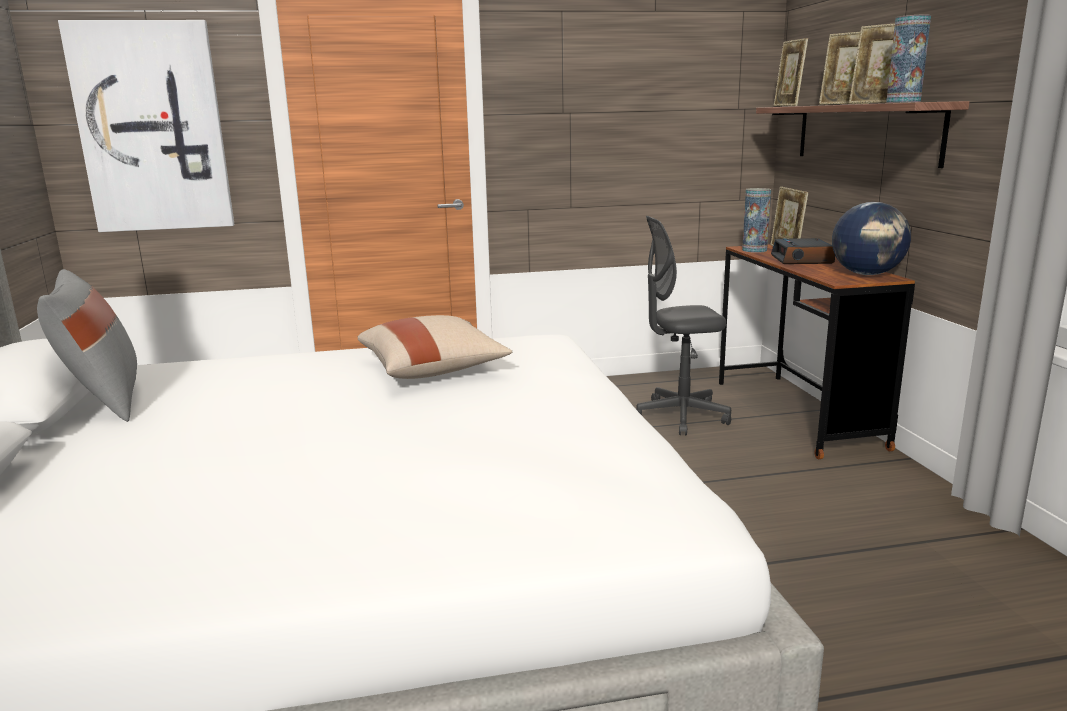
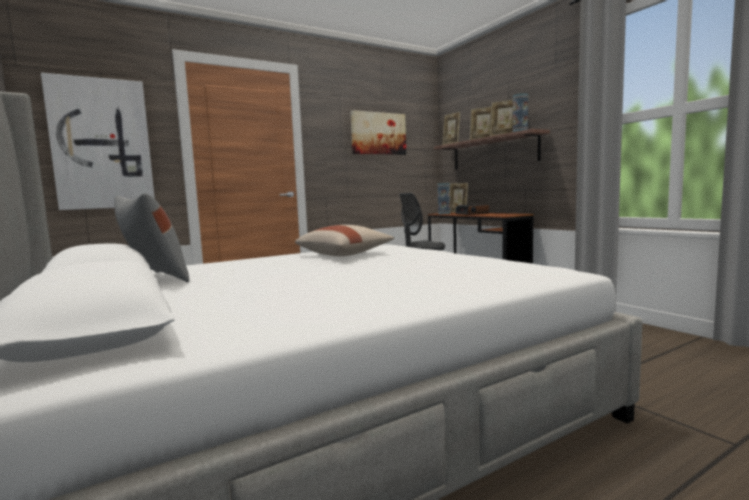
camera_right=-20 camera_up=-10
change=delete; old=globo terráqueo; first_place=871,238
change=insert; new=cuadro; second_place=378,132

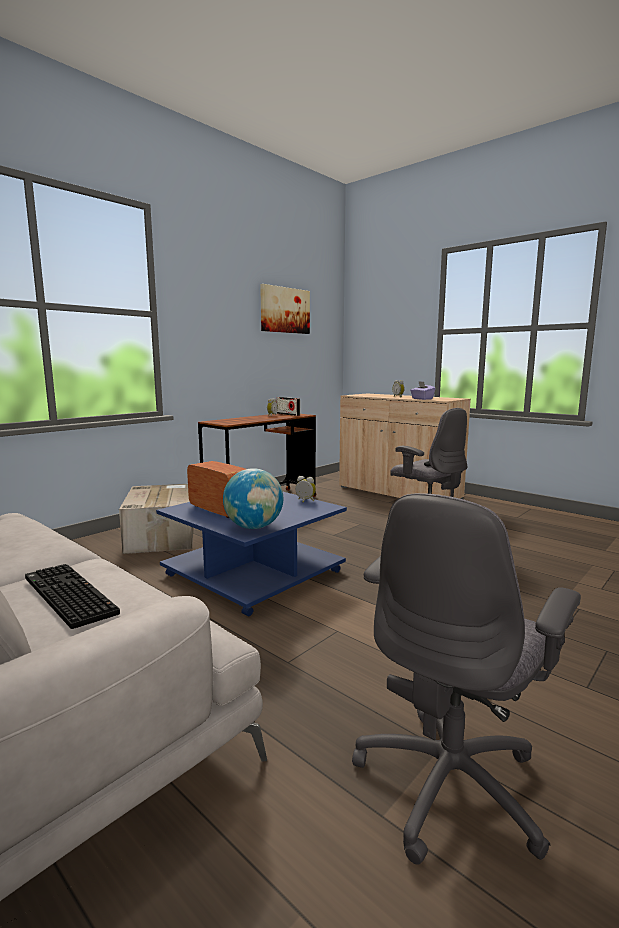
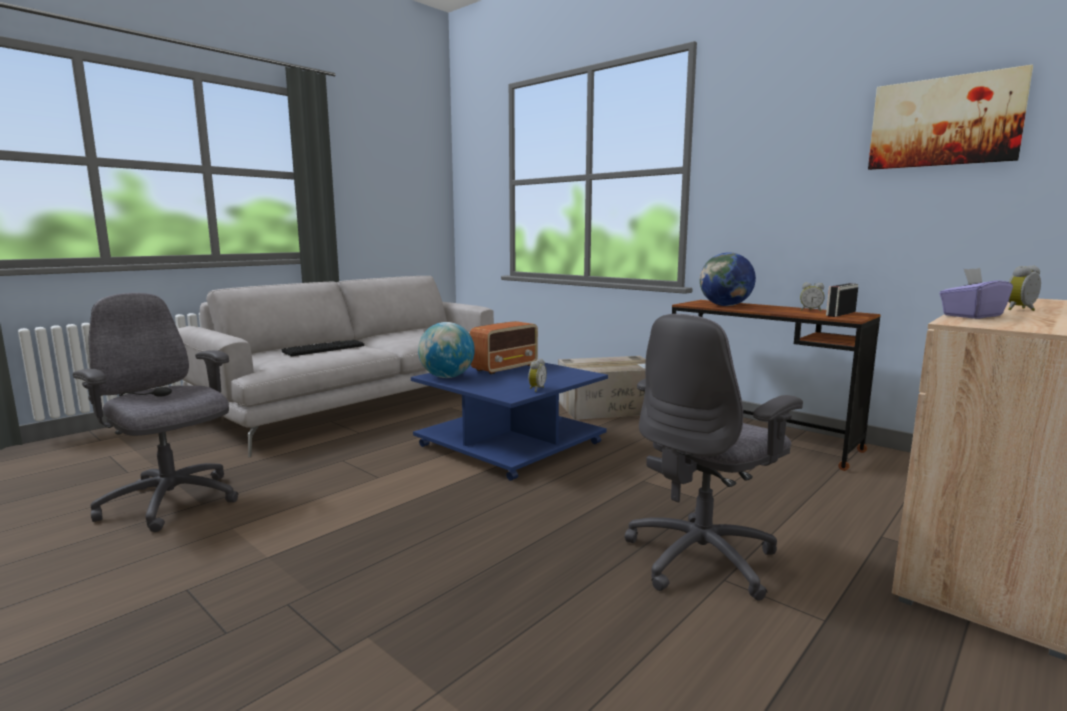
camera_right=90 camera_up=0
change=insert; new=globo terráqueo; second_place=728,279

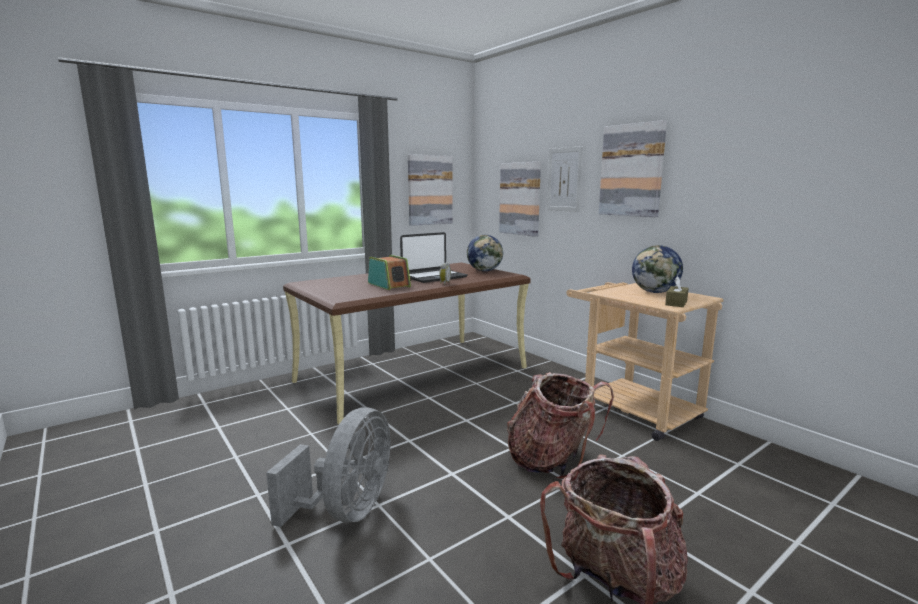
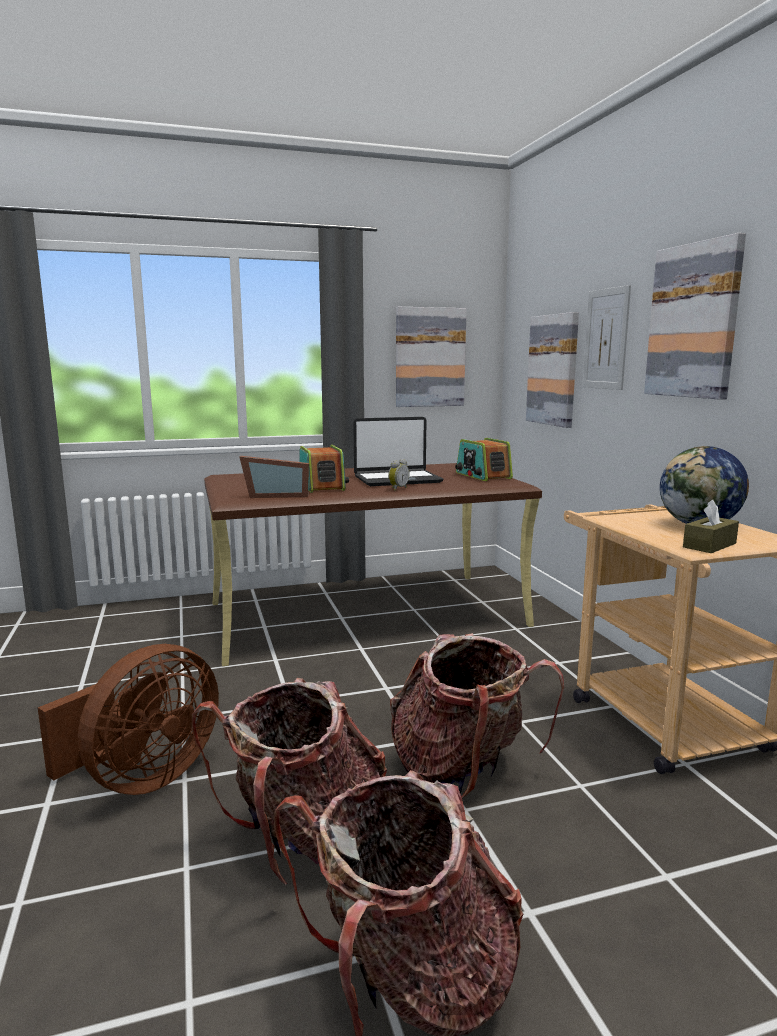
camera_right=20 camera_up=0
change=recolor; old=ventilador (gris); new=ventilador (marrón); first_place=328,467; second_place=128,719
change=replace; old=globo terráqueo; new=radio; first_place=485,253; second_place=484,459
change=insert; new=mochila; second_place=289,782
change=insert; new=portarretratos; second_place=274,477

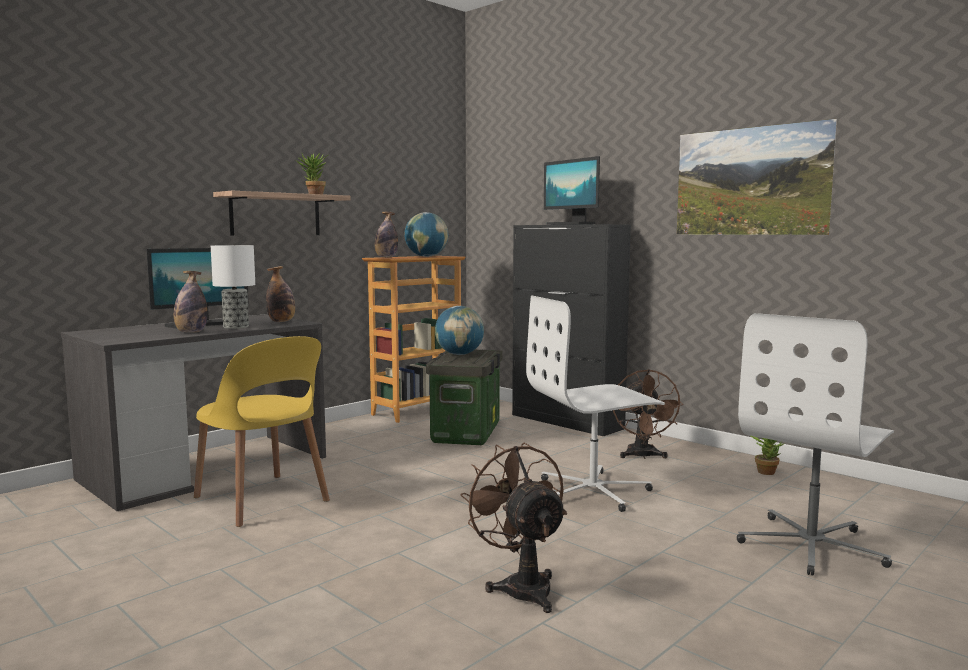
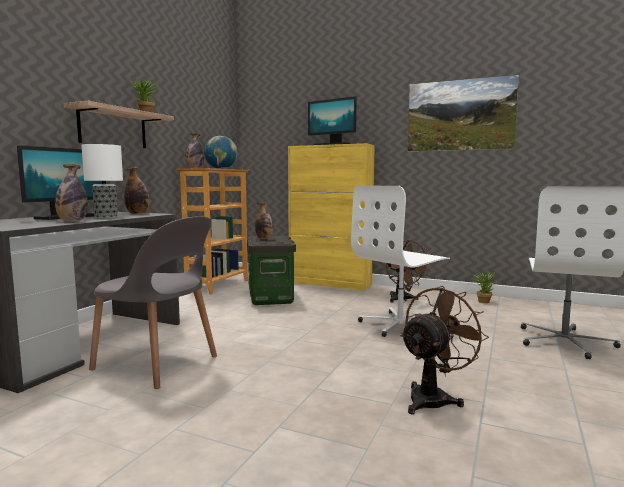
camera_right=-20 camera_up=0
change=recolor; old=silla (amarillo); new=silla (gris); first_place=262,431; second_place=153,302
change=replace; old=globo terráqueo; new=botella; first_place=459,330; second_place=264,220
change=rotate; old=ventilador (marrón); first_place=514,528; second_place=444,350; degrees=90
change=recolor; old=armario (negro); new=armario (amarillo); first_place=571,330; second_place=331,216

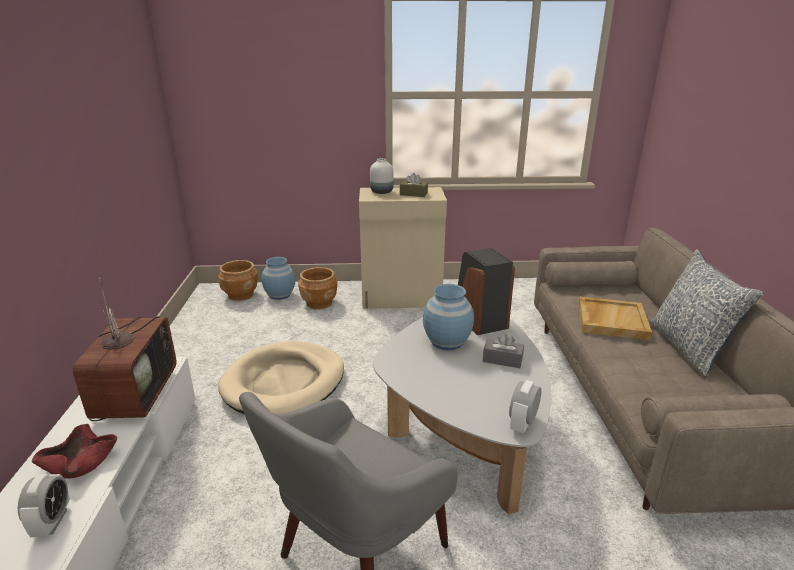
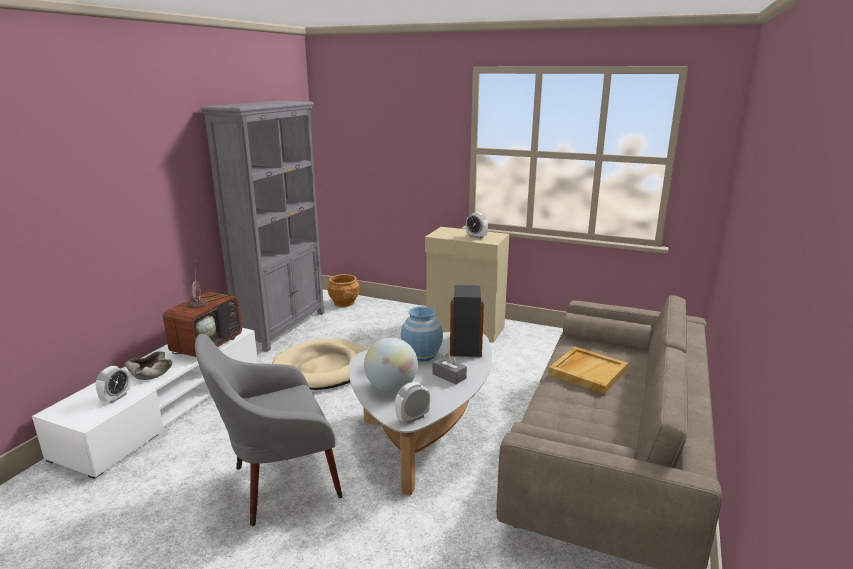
camera_right=25 camera_up=-5
change=recolor; old=cuenco (rojo); new=cuenco (beis); first_place=74,451; second_place=148,366
change=delete; old=florero (azul); first_place=278,278
change=delete; old=maceta (marrón); first_place=317,288
change=delete; old=florero (blanco); first_place=382,176
change=replace; old=caja de pañuelos (marrón); new=despertador; first_place=414,185; second_place=477,225
change=delete; old=cojín; first_place=707,313
change=insert; new=estantería (gris); second_place=263,226
change=insert; new=globo terráqueo; second_place=391,365

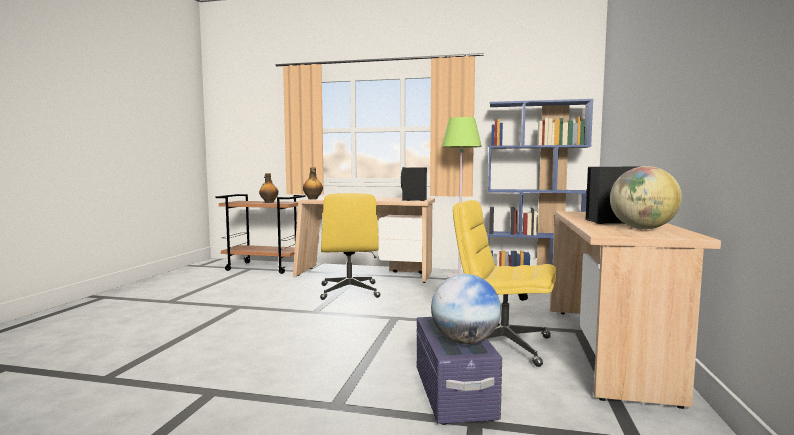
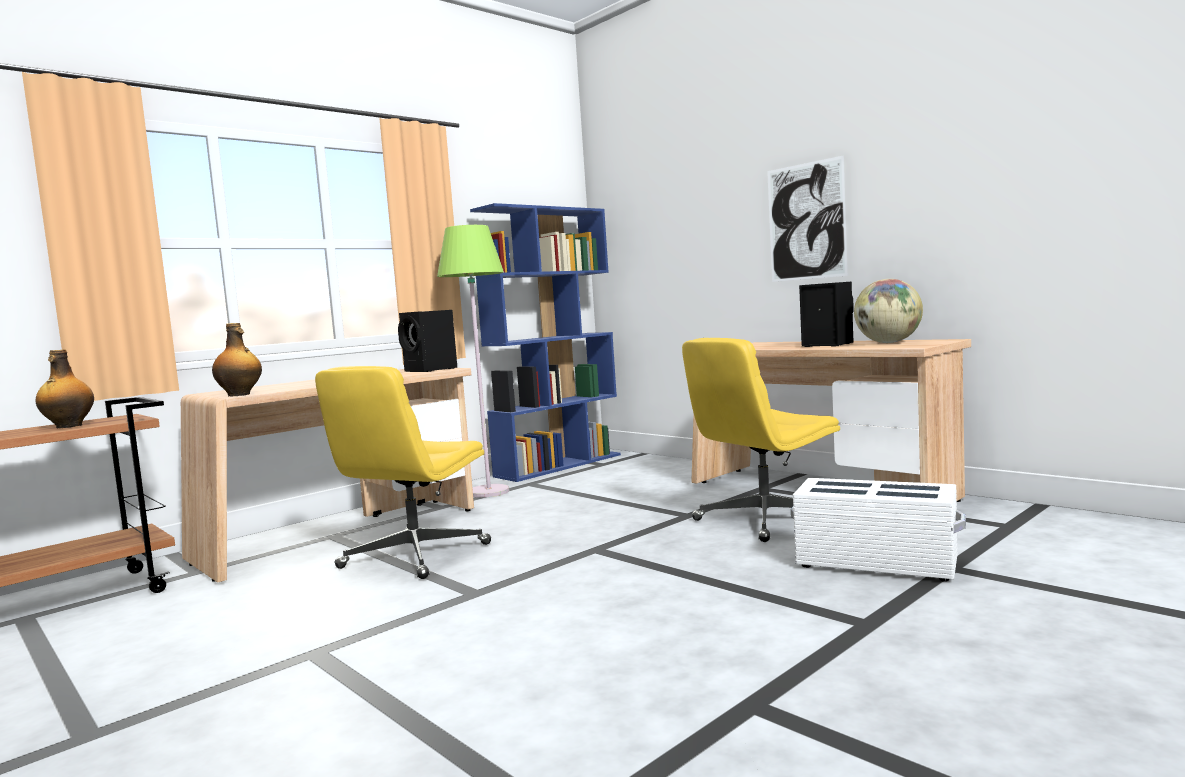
camera_right=-55 camera_up=0
change=rotate; old=silla de oficina (amarillo); first_place=350,246; second_place=403,472; degrees=90
change=recolor; old=caja de almacenaje (morado); new=caja de almacenaje (blanco); first_place=459,371; second_place=878,530
change=delete; old=globo terráqueo; first_place=466,309
change=insert; new=cuadro; second_place=807,218

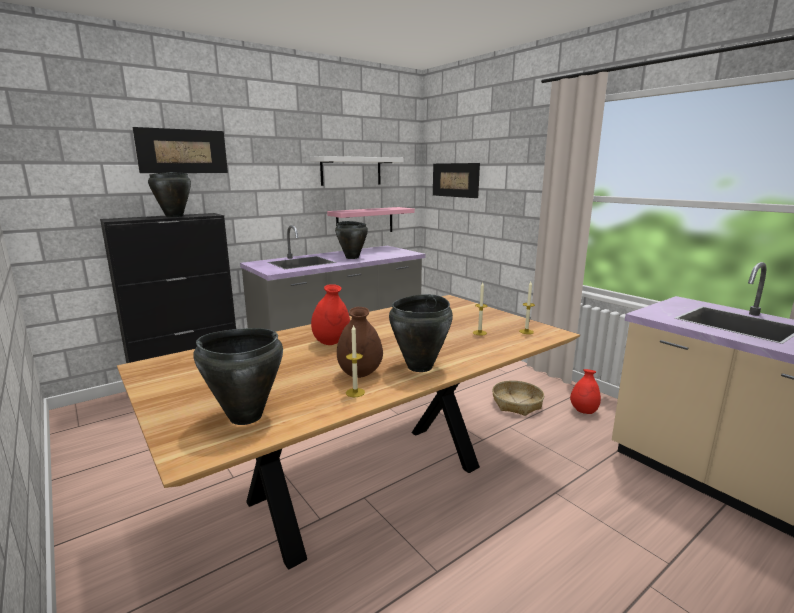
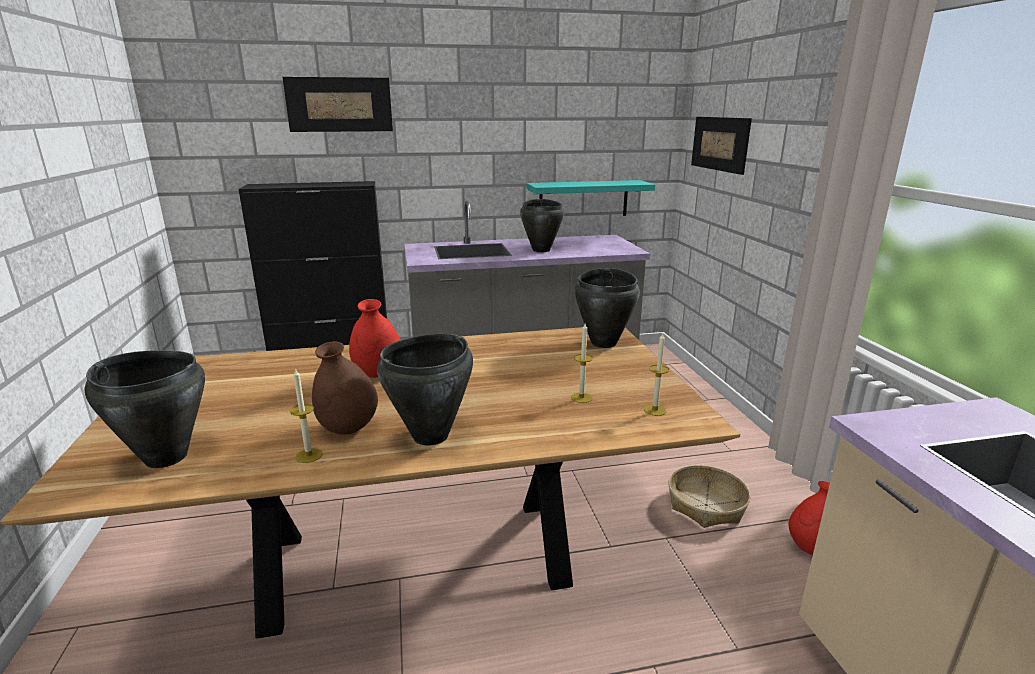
camera_right=25 camera_up=5
change=move; old=olla (negro); first_place=169,194; second_place=607,308
change=delete; old=estante (blanco); first_place=356,171
change=recolor; old=estante (rosa); new=estante (turquesa); first_place=371,219; second_place=590,198

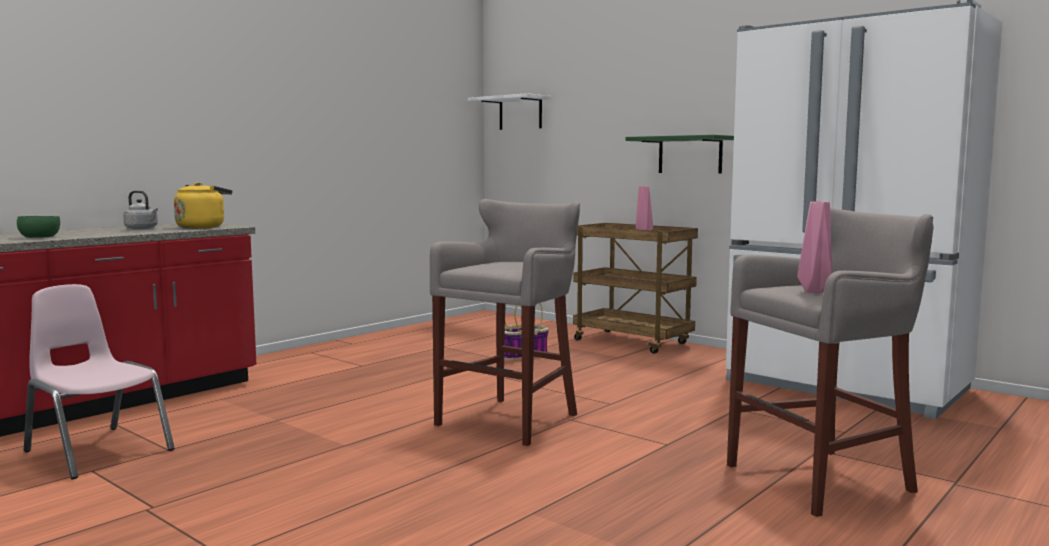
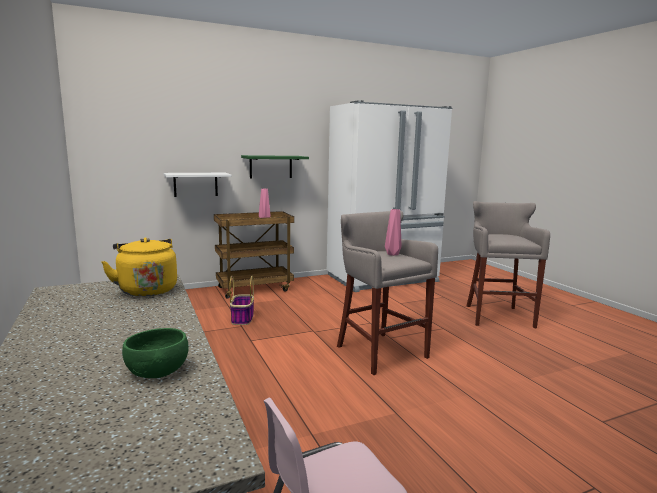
camera_right=-65 camera_up=5
change=delete; old=hervidor (gris); first_place=140,210
change=move; old=estante (blanco); first_place=509,111; second_place=197,185
change=move; old=florero (rosa); first_place=814,247; second_place=393,232

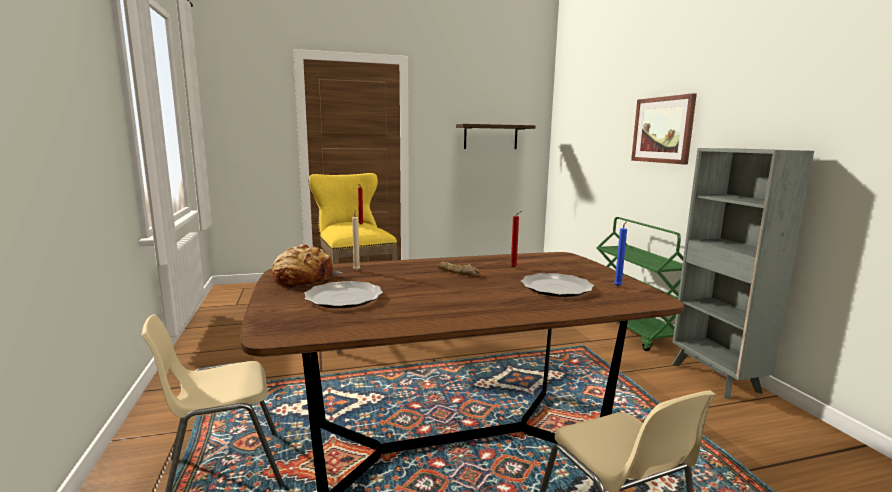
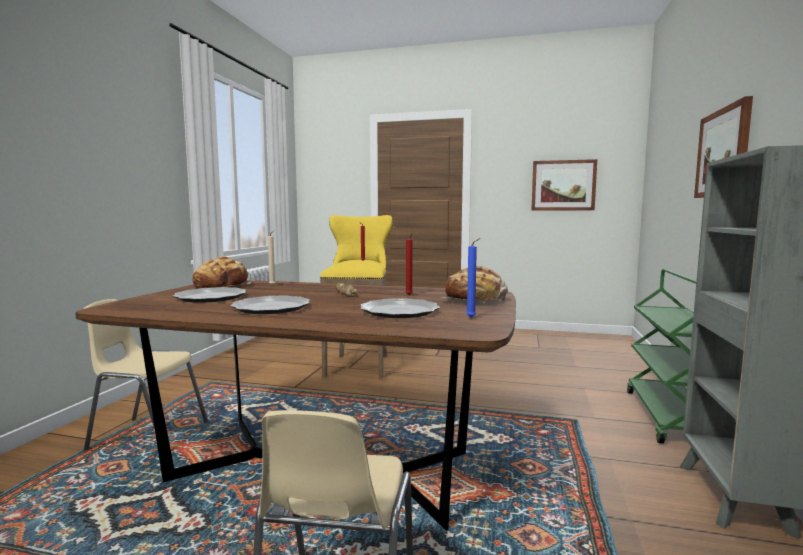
camera_right=30 camera_up=-5
change=replace; old=estante; new=cuadro; first_place=495,136; second_place=564,184
change=insert; new=plato; second_place=270,304
change=insert; new=pan; second_place=474,284

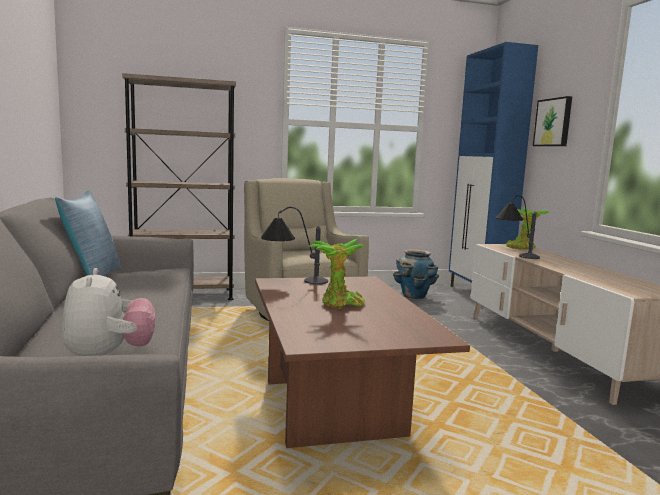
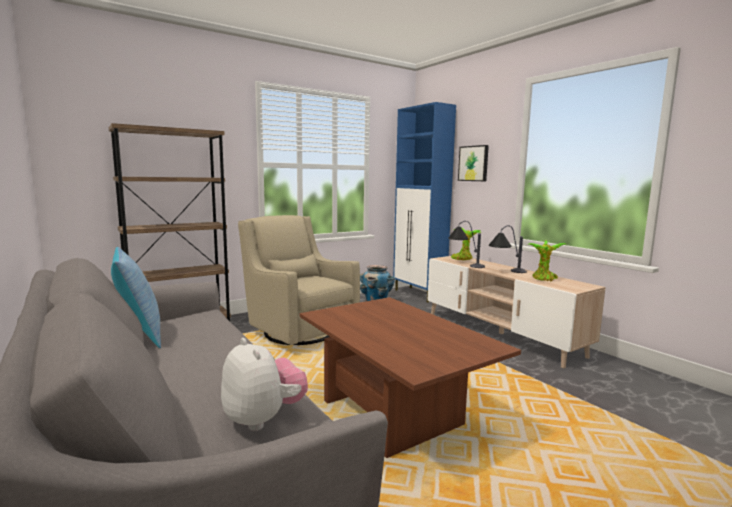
camera_right=-20 camera_up=0
change=move; old=lámpara de mesa; first_place=294,245; second_place=508,249
change=move; old=planta en maceta; first_place=337,274; second_place=546,261

